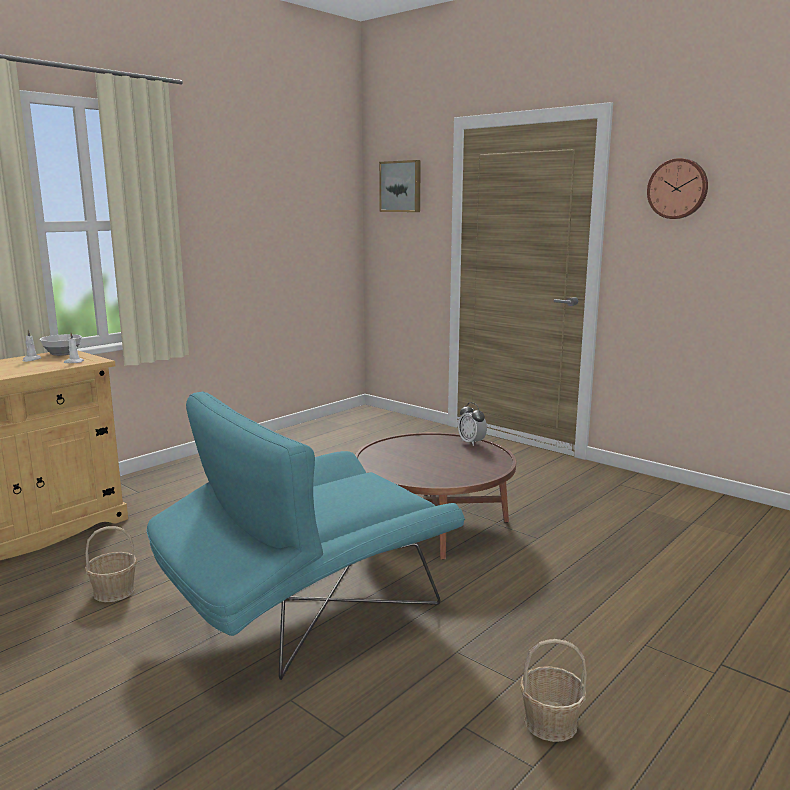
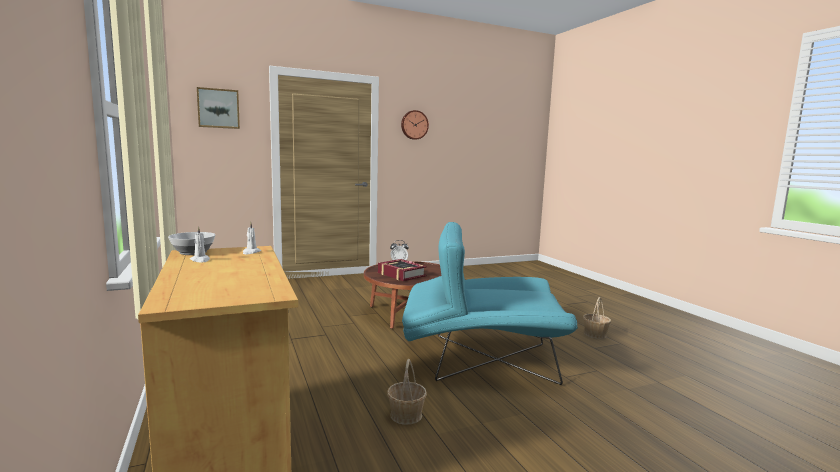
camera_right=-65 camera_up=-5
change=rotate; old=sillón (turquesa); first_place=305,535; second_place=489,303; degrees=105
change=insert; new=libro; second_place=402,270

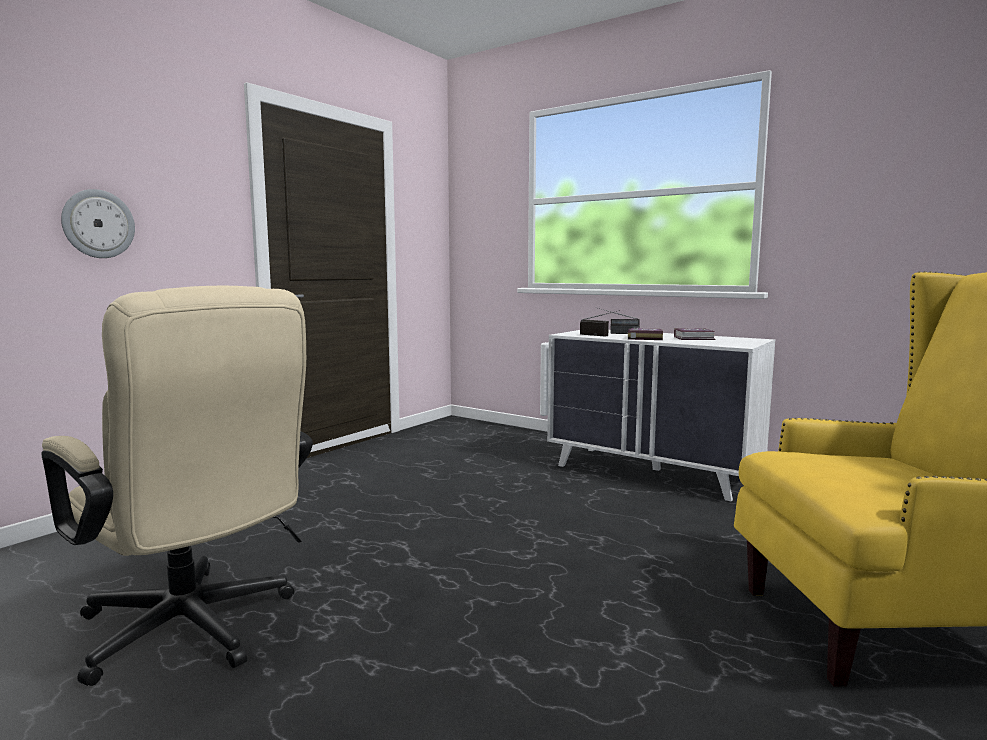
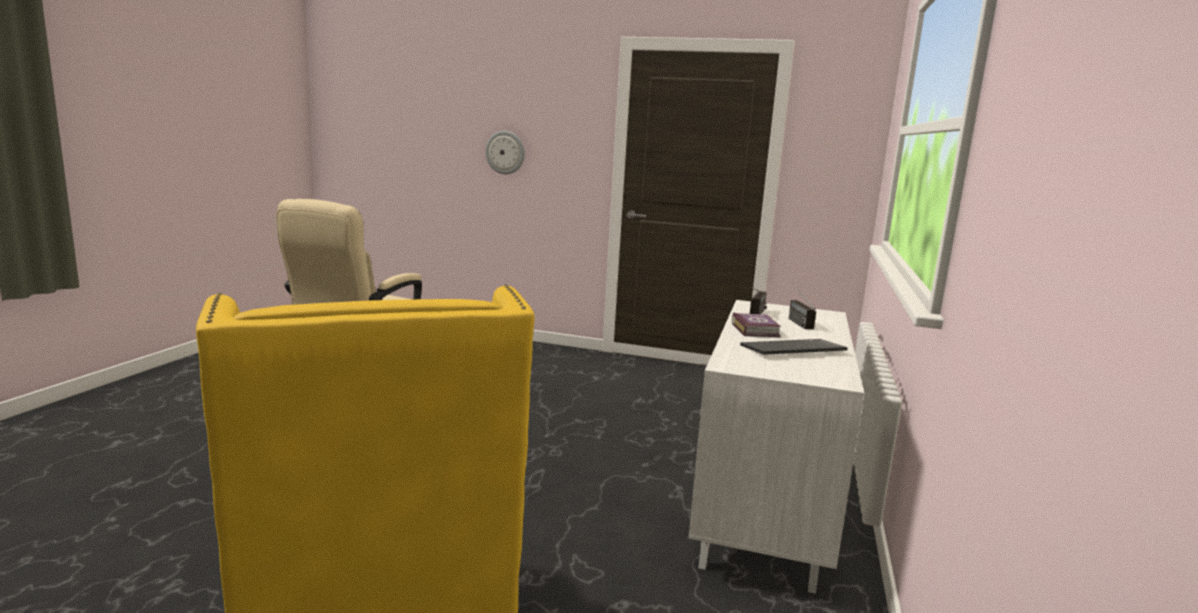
camera_right=70 camera_up=5
change=replace; old=libro; new=teclado; first_place=694,334; second_place=794,347

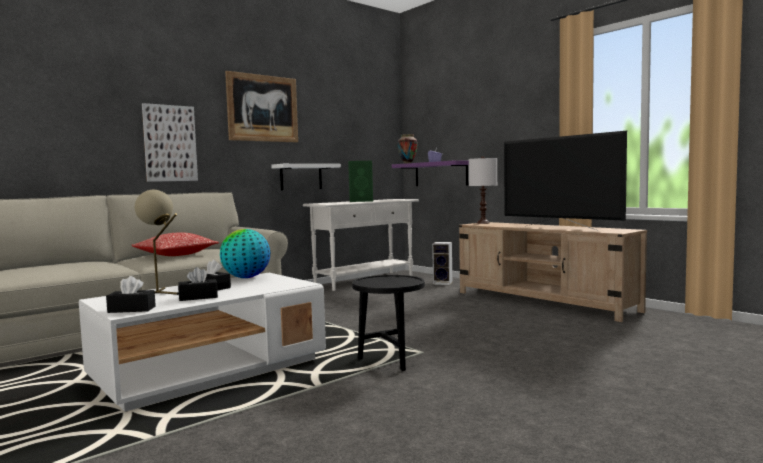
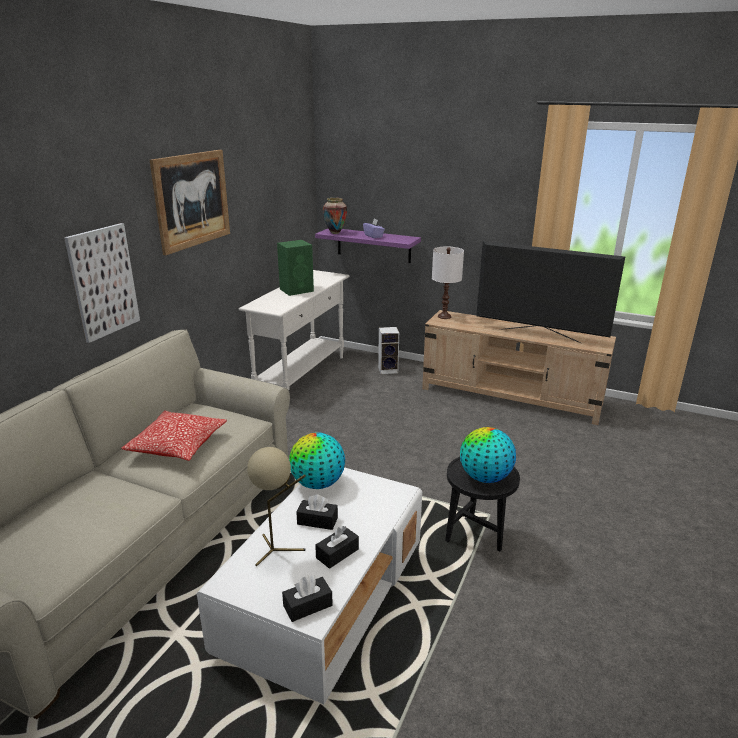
camera_right=-25 camera_up=20
change=delete; old=estante (blanco); first_place=306,177
change=insert; new=globo terráqueo; second_place=488,455

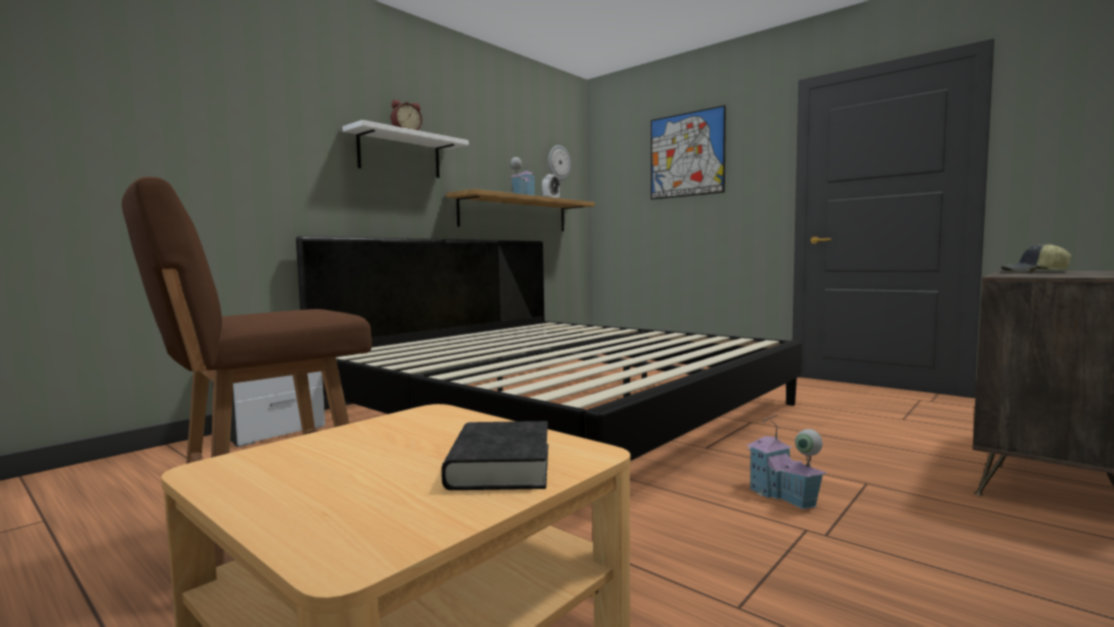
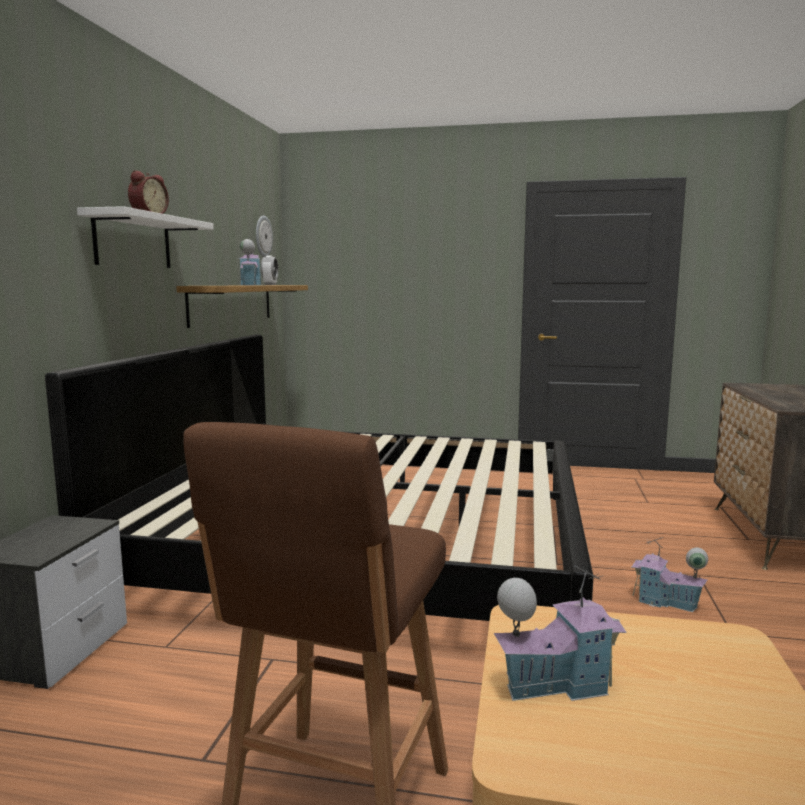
camera_right=-30 camera_up=5
change=delete; old=libro (negro); first_place=494,455
change=delete; old=cuadro; first_place=688,152
change=delete; old=gorra; first_place=1036,258
change=insert; new=casita; second_place=560,633

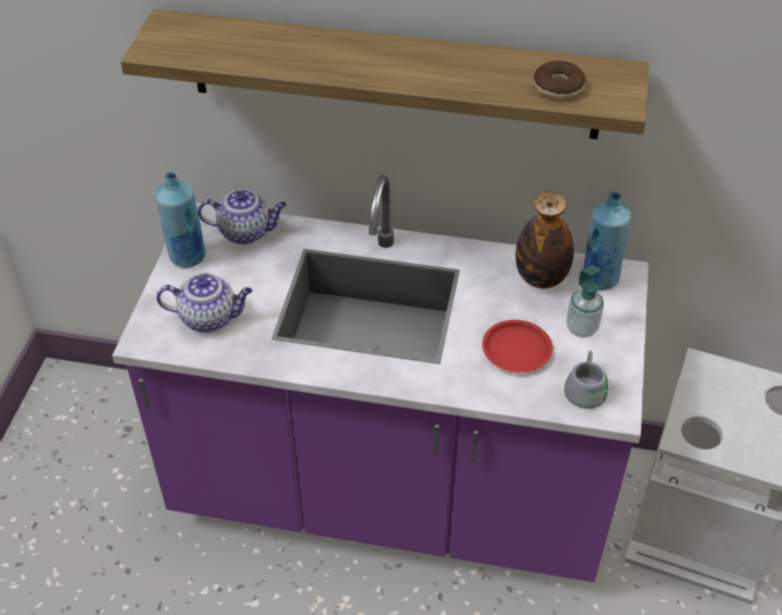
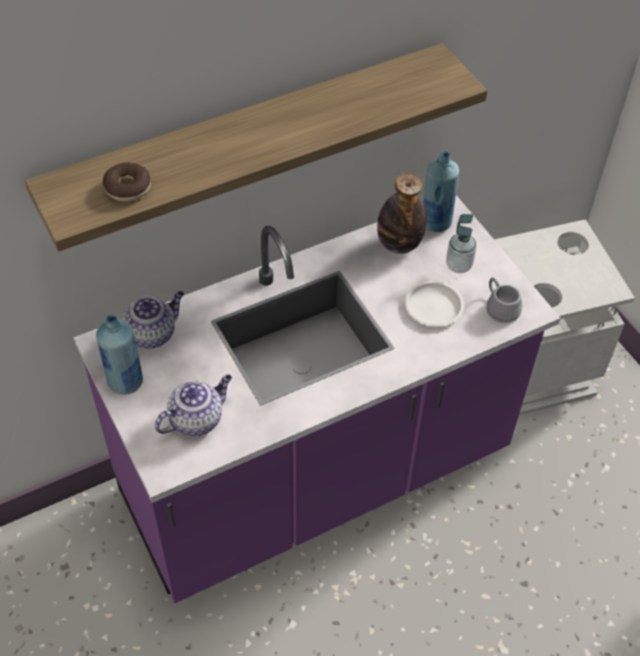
camera_right=-40 camera_up=5
change=recolor; old=plato (rojo); new=plato (blanco); first_place=517,346; second_place=434,304
change=move; old=rosquilla; first_place=559,80; second_place=127,182

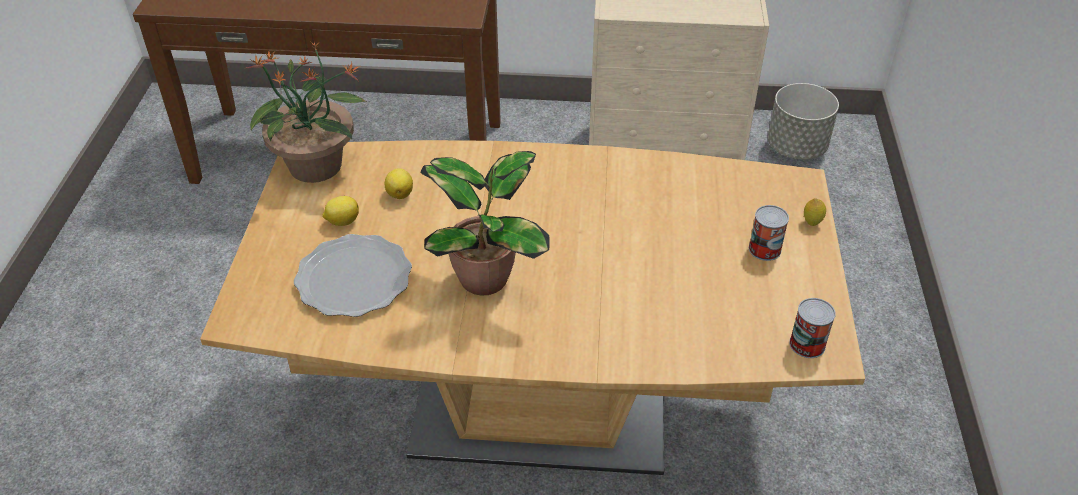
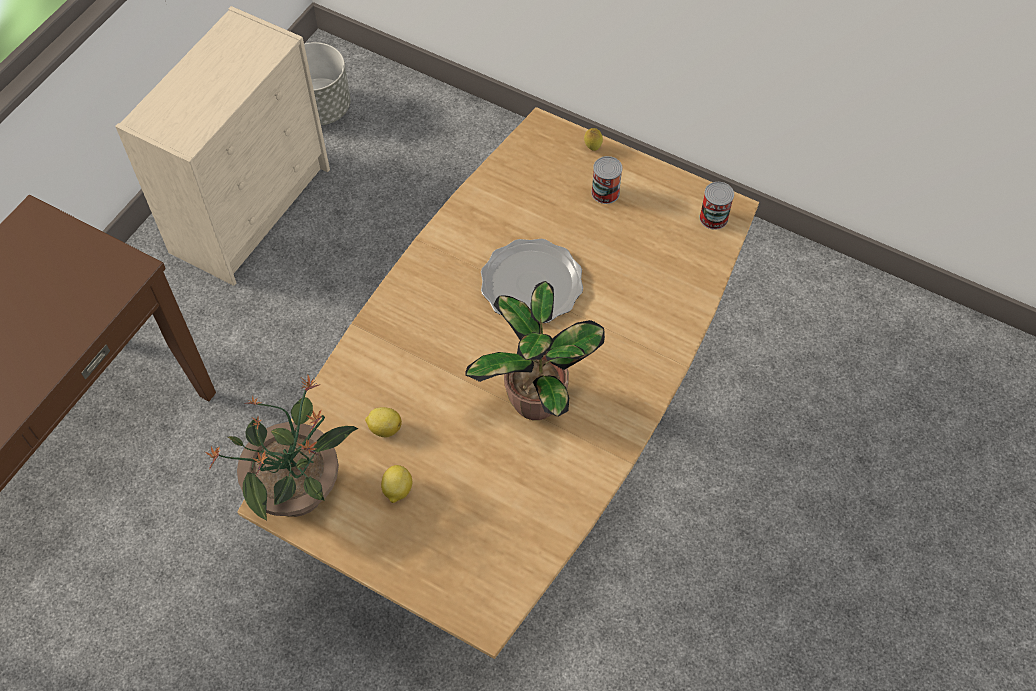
camera_right=-65 camera_up=15
change=move; old=plato; first_place=353,275; second_place=532,281

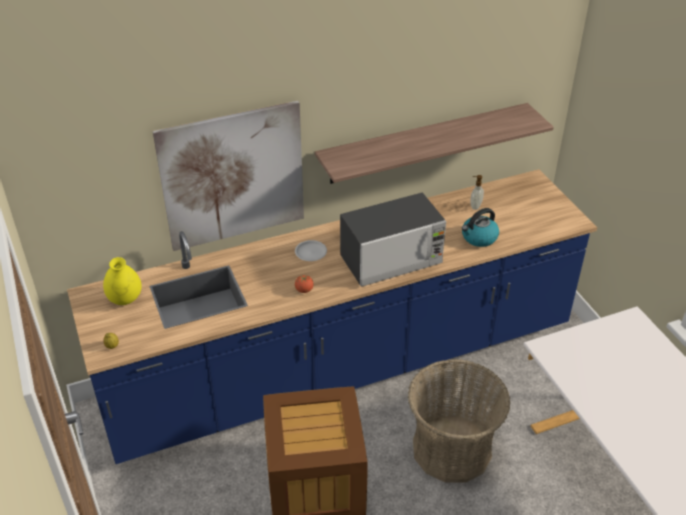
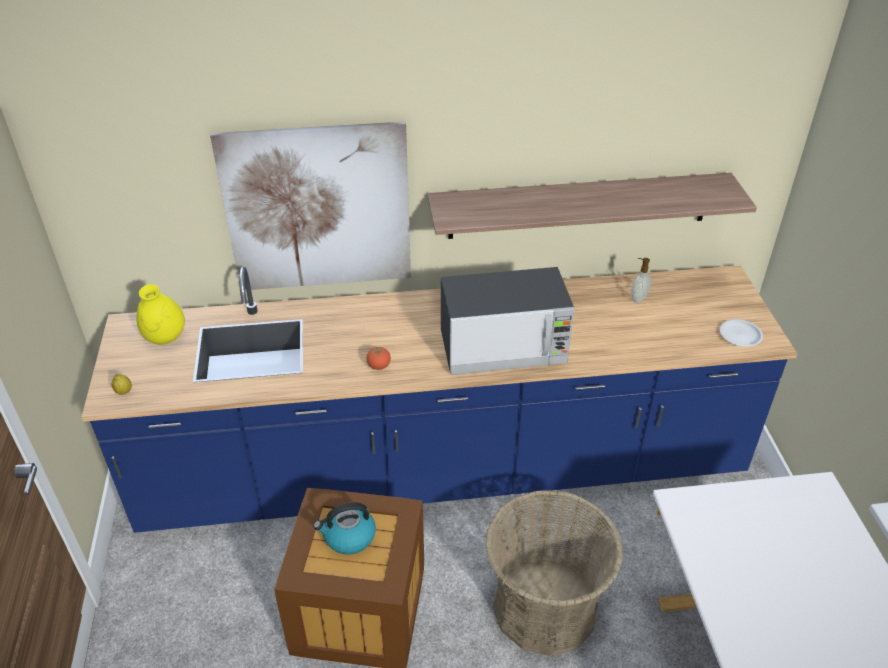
camera_right=15 camera_up=0
change=move; old=plato (blanco); first_place=311,250; second_place=741,333
change=move; old=hervidor; first_place=480,227; second_place=344,528

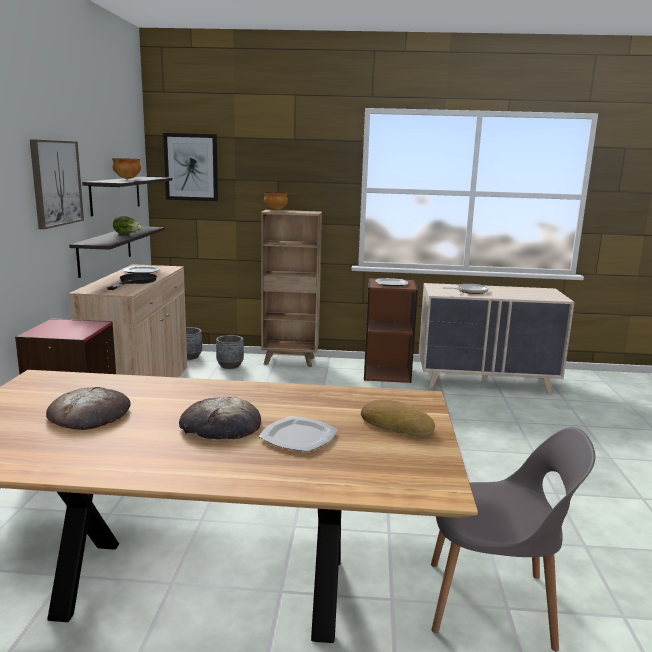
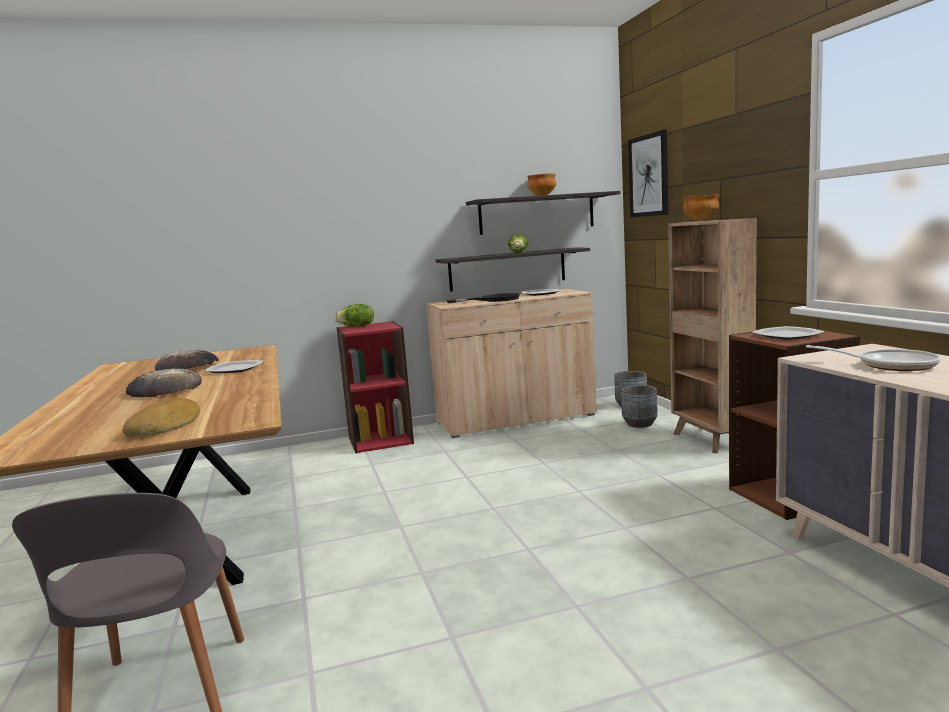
camera_right=70 camera_up=-5
change=delete; old=cuadro; first_place=57,184
change=move; old=plato; first_place=298,434; second_place=234,366
change=insert; new=lechuga; second_place=354,315

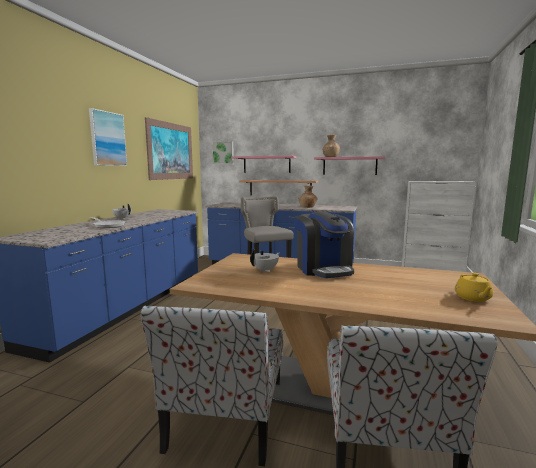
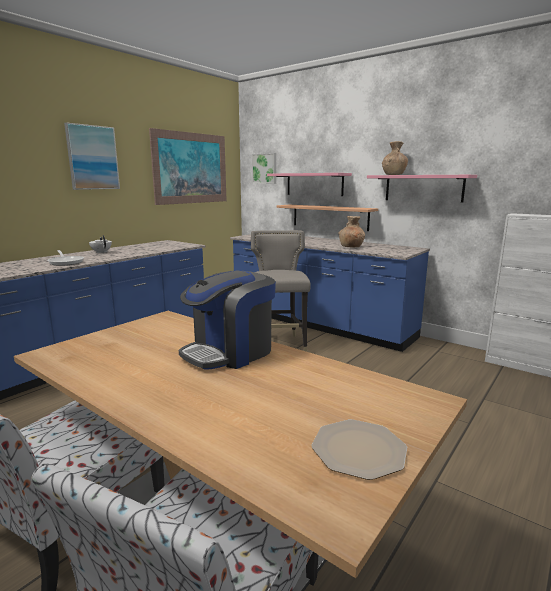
camera_right=20 camera_up=5
change=delete; old=tetera (blanco); first_place=264,260
change=rotate; old=cafetera; first_place=324,245; second_place=227,320; degrees=45
change=replace; old=tetera (amarillo); new=plato; first_place=474,287; second_place=359,449

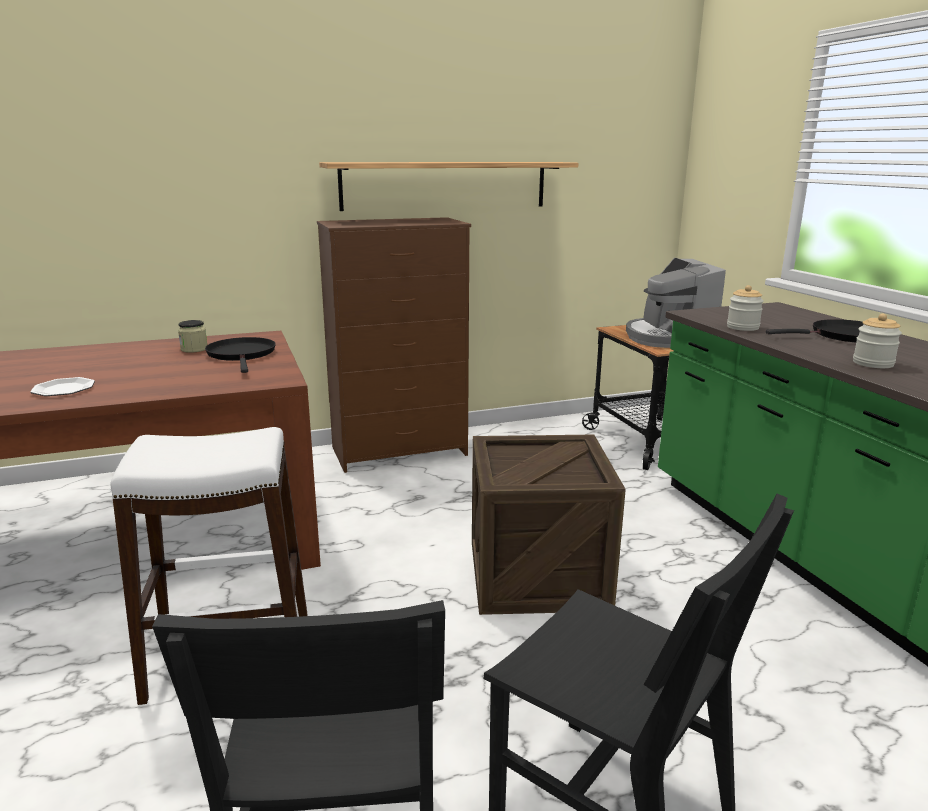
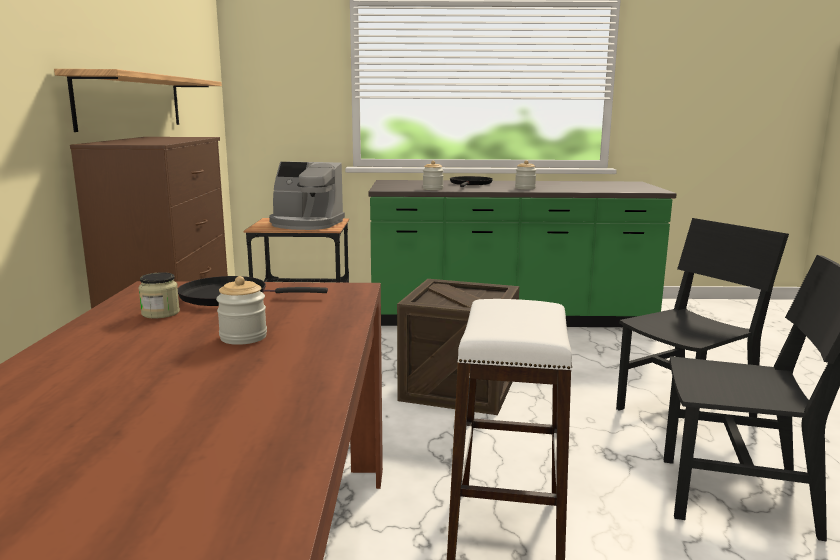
camera_right=-70 camera_up=-5
change=delete; old=plato; first_place=62,386
change=insert; new=tarro; second_place=241,310

